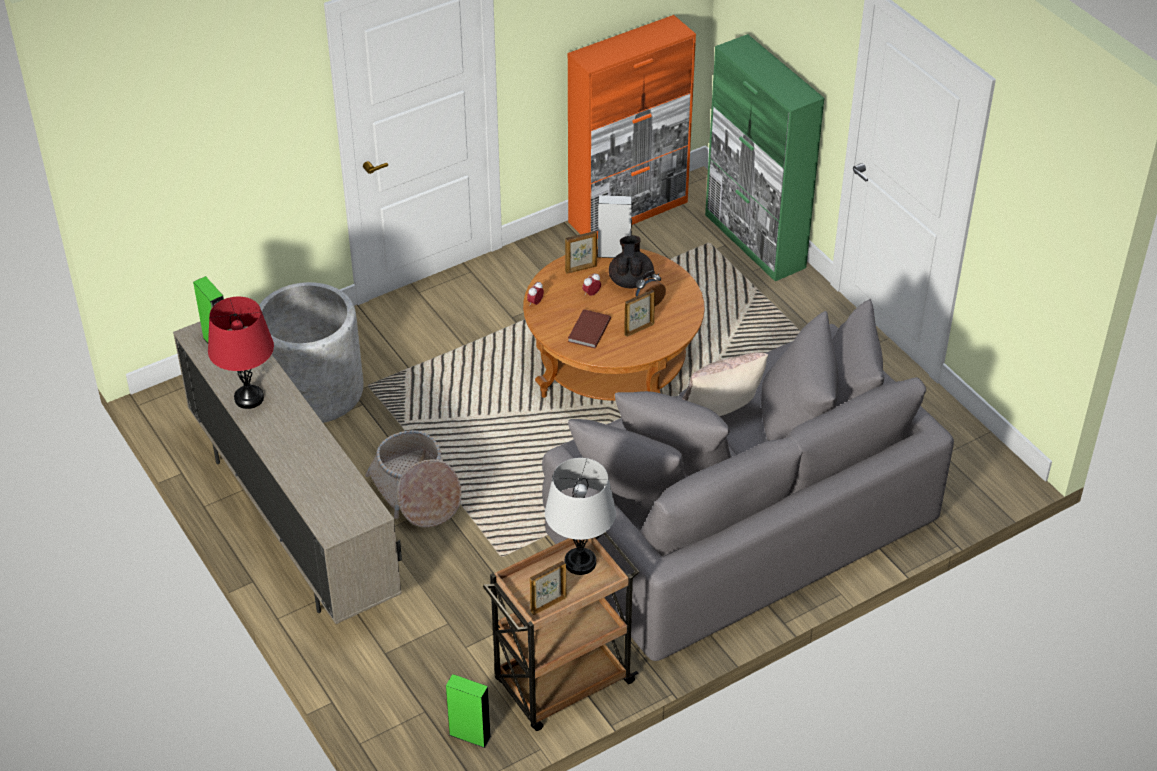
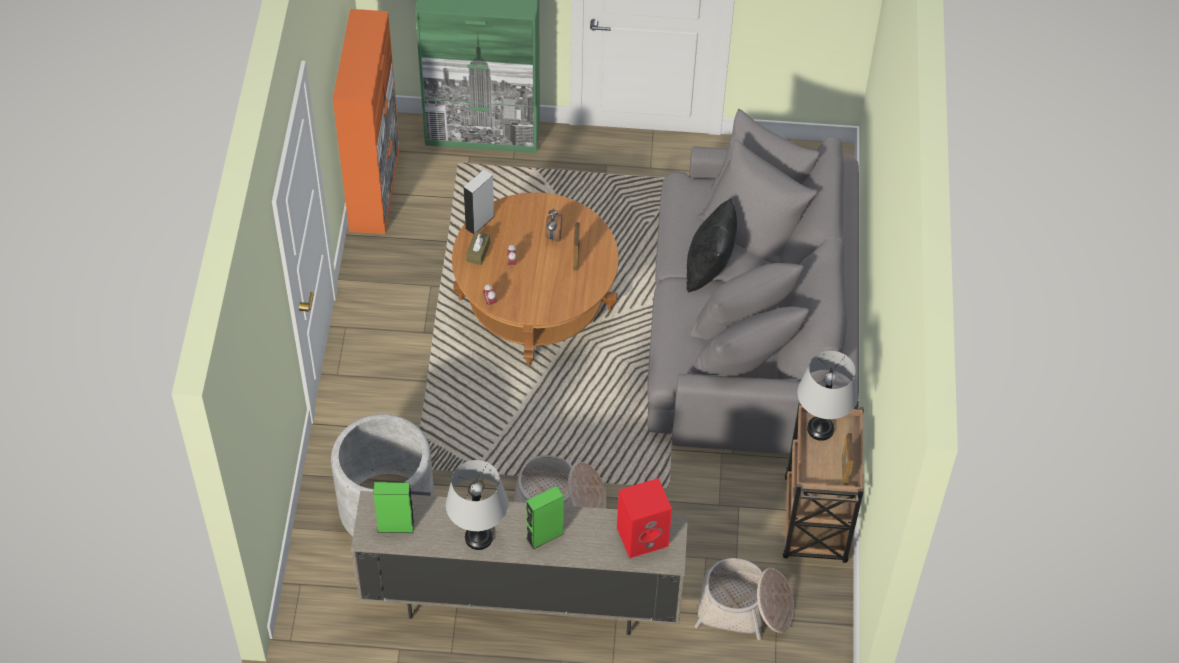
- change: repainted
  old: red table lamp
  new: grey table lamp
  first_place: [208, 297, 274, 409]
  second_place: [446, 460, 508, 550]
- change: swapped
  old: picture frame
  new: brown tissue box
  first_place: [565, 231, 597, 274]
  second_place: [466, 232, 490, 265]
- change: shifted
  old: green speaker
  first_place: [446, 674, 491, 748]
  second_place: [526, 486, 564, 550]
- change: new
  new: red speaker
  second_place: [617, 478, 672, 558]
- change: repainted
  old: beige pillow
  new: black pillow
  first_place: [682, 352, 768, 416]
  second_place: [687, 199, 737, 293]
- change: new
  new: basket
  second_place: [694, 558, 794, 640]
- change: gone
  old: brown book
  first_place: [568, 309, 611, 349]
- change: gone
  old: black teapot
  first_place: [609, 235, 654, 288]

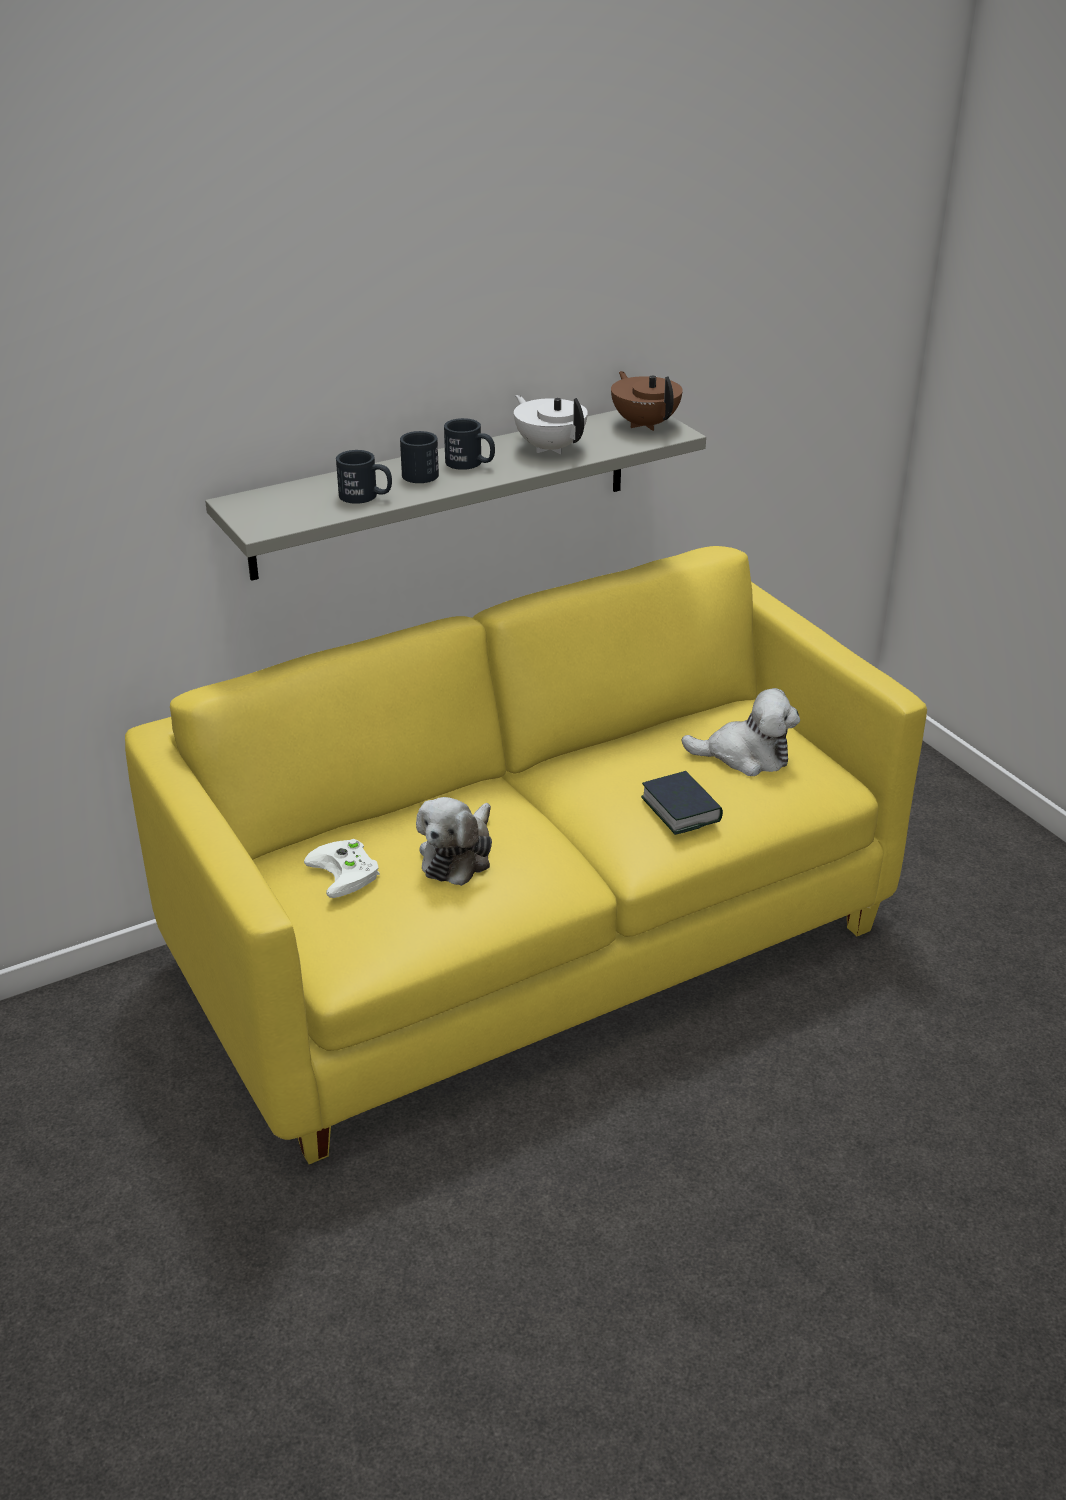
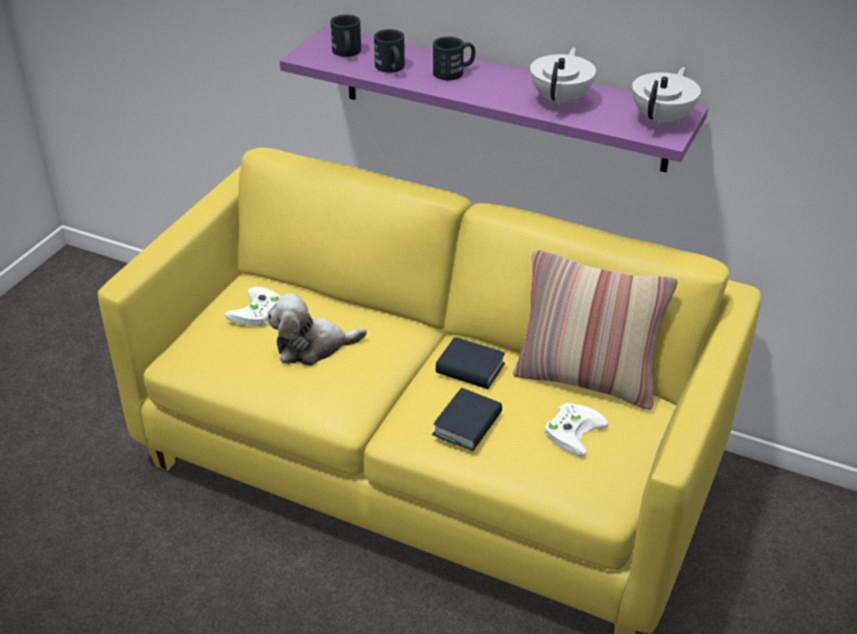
- change: repainted
  old: grey shelf
  new: purple shelf
  first_place: [205, 410, 706, 581]
  second_place: [280, 27, 708, 172]
- change: shifted
  old: black mug
  first_place: [444, 418, 495, 470]
  second_place: [330, 14, 361, 57]
- change: new
  new: book
  second_place: [435, 337, 505, 389]
- change: new
  new: pillow
  second_place: [513, 249, 678, 410]
- change: swapped
  old: plush toy
  new: white game controller
  first_place: [681, 688, 800, 776]
  second_place: [544, 403, 608, 457]
- change: repainted
  old: brown teapot
  new: white teapot
  first_place: [611, 371, 683, 431]
  second_place: [632, 67, 701, 127]

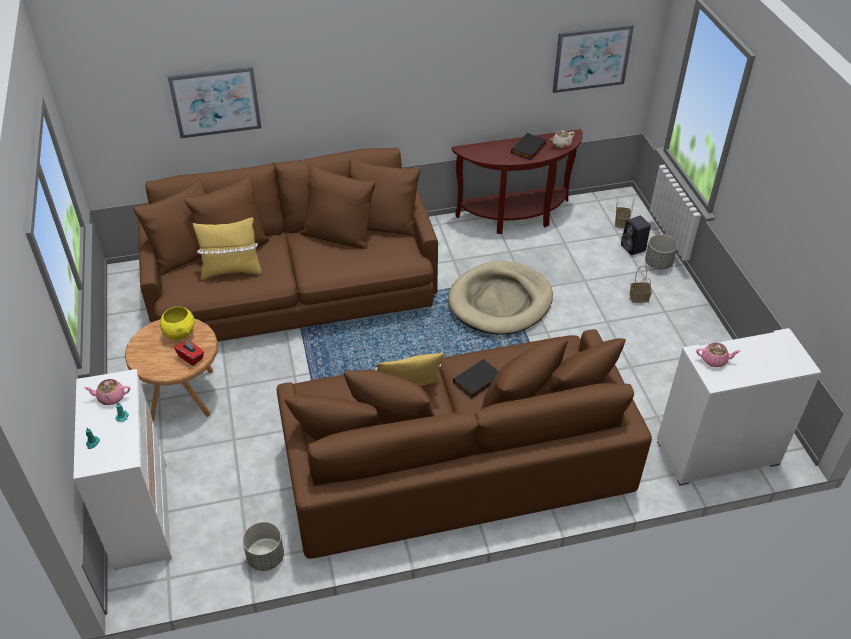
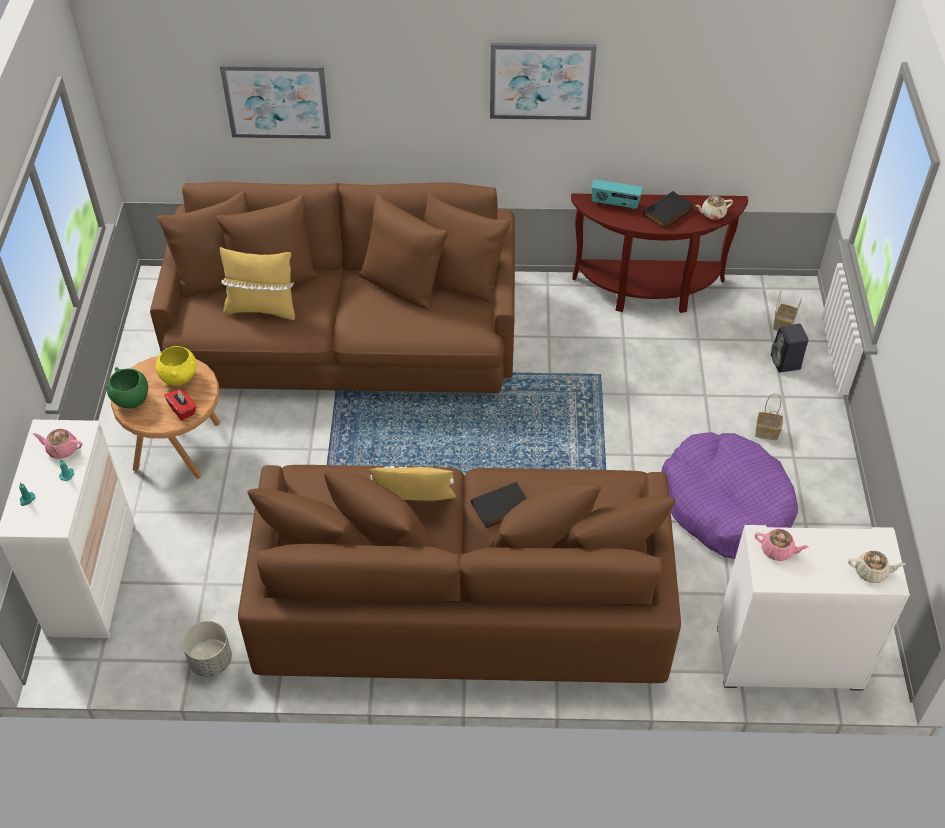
- change: new
  new: green bowl
  second_place: [105, 367, 148, 408]
- change: shifted
  old: picture
  first_place: [552, 24, 634, 93]
  second_place: [490, 43, 597, 120]
- change: new
  new: radio
  second_place: [591, 179, 643, 210]
- change: new
  new: purple dog bed
  second_place: [662, 432, 798, 559]
- change: new
  new: beige teapot
  second_place: [848, 550, 905, 583]
- change: gone
  old: beige dog bed
  first_place: [448, 261, 553, 335]
- change: gone
  old: grey planter
  first_place: [645, 234, 678, 270]

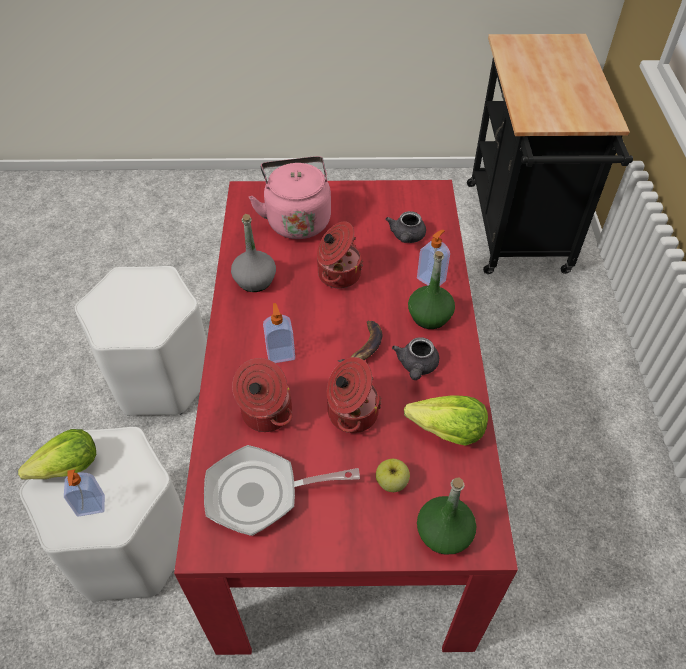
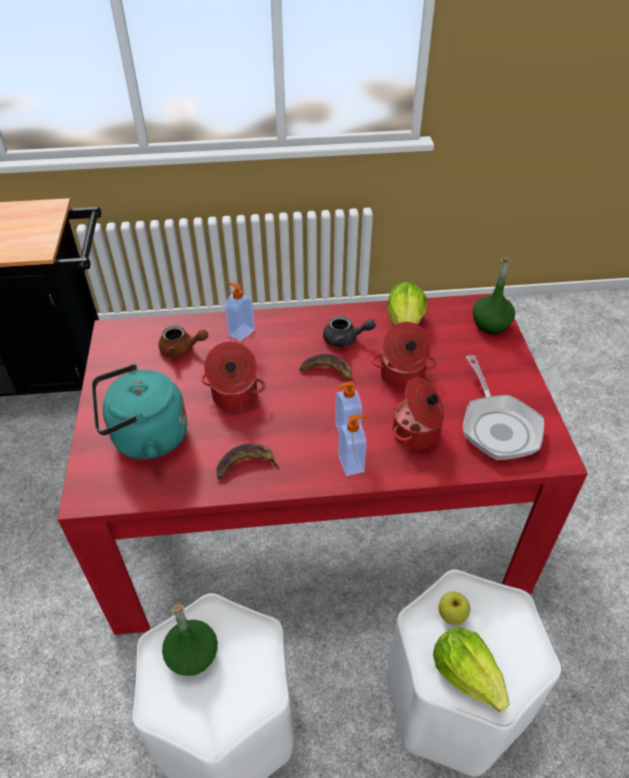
- change: repainted
  old: pink kettle
  new: turquoise kettle
  first_place: [249, 156, 331, 239]
  second_place: [92, 364, 187, 460]
- change: repainted
  old: grey teapot
  new: brown teapot
  first_place: [386, 211, 426, 243]
  second_place: [159, 326, 208, 358]
- change: shifted
  old: green bottle
  first_place: [408, 251, 455, 329]
  second_place: [162, 604, 218, 676]
- change: swapped
  old: grey bottle
  new: banana
  first_place: [231, 214, 276, 292]
  second_place: [216, 443, 280, 479]
- change: shifted
  old: soap dispenser
  first_place: [64, 470, 105, 516]
  second_place: [338, 414, 367, 476]
- change: shifted
  old: apple
  first_place: [376, 459, 410, 492]
  second_place: [438, 592, 470, 625]

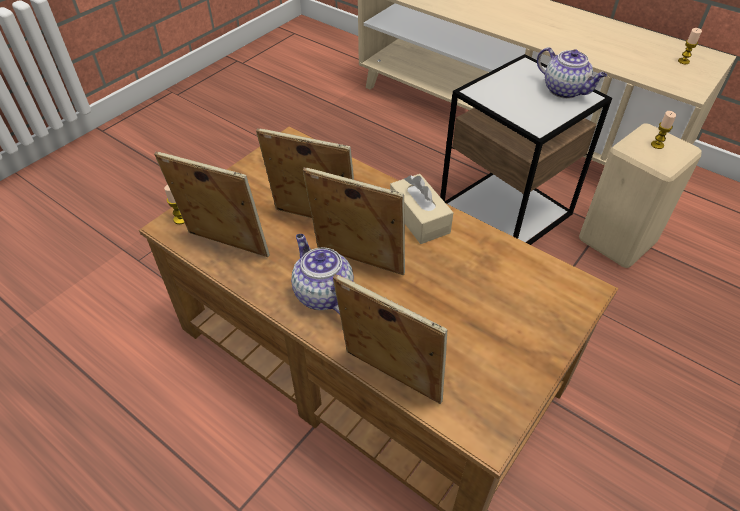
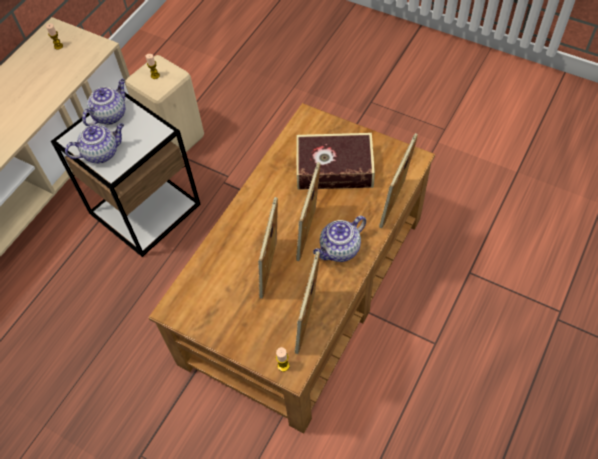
- change: new
  new: teapot
  second_place: [65, 123, 124, 163]
- change: new
  new: book
  second_place: [297, 133, 375, 190]
- change: gone
  old: beige tissue box
  first_place: [390, 174, 453, 244]

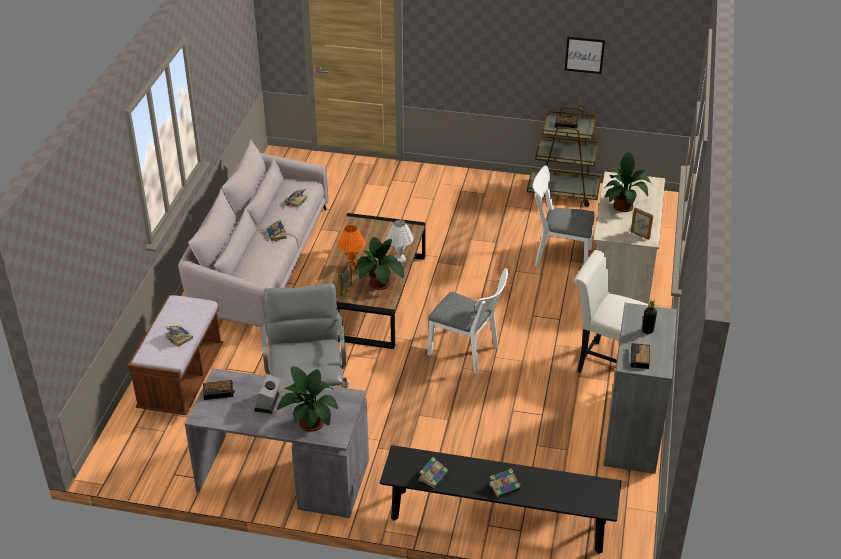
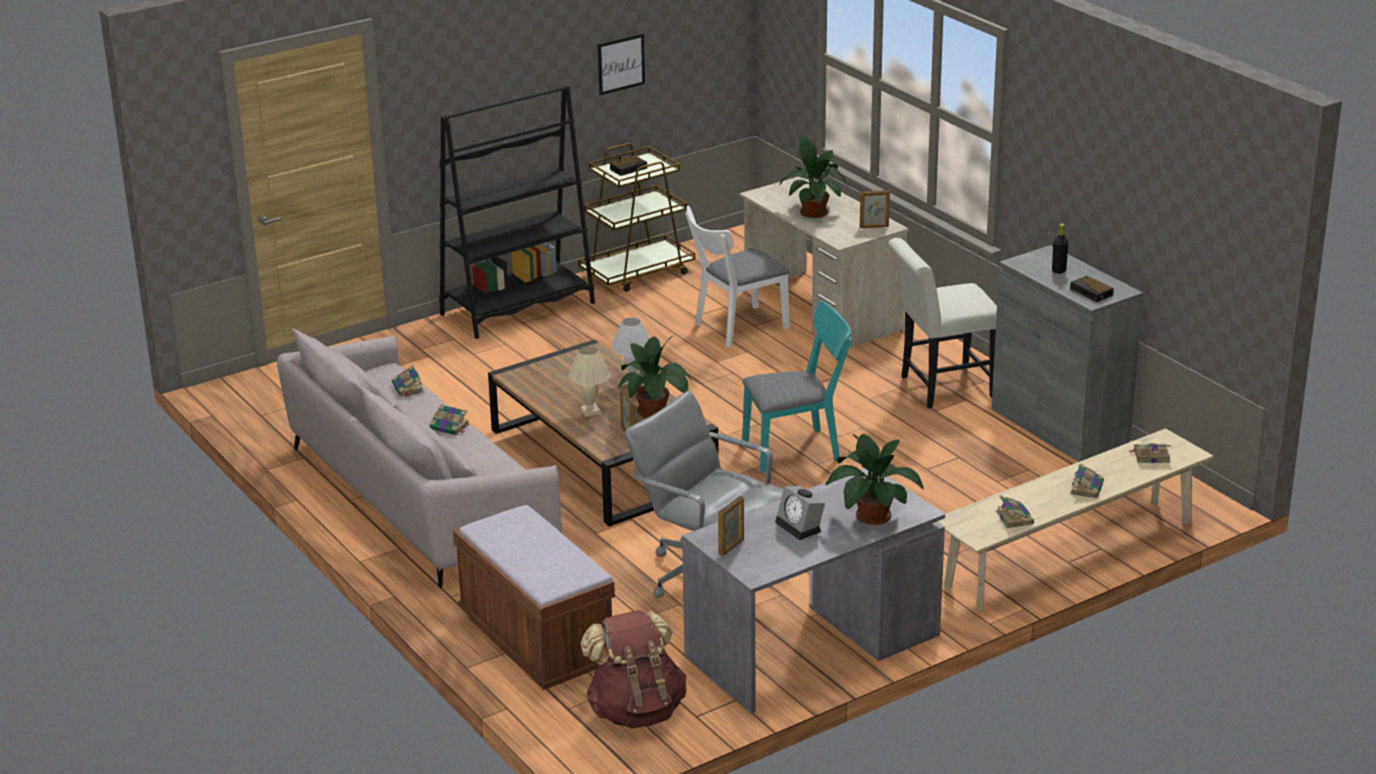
- change: new
  new: black bookcase
  second_place: [439, 86, 595, 339]
- change: repainted
  old: orange table lamp
  new: beige table lamp
  first_place: [338, 225, 365, 270]
  second_place: [568, 346, 611, 417]
- change: new
  new: brown backpack
  second_place: [581, 611, 687, 729]
- change: swapped
  old: alarm clock
  new: picture frame
  first_place: [203, 380, 235, 400]
  second_place: [718, 496, 744, 556]
- change: repainted
  old: white chair
  new: turquoise chair
  first_place: [427, 268, 509, 374]
  second_place: [742, 301, 852, 473]
- change: repainted
  old: black bench
  new: beige bench
  first_place: [380, 445, 621, 554]
  second_place: [937, 428, 1214, 611]
- change: shifted
  old: book
  first_place: [165, 325, 193, 347]
  second_place: [1129, 443, 1171, 463]

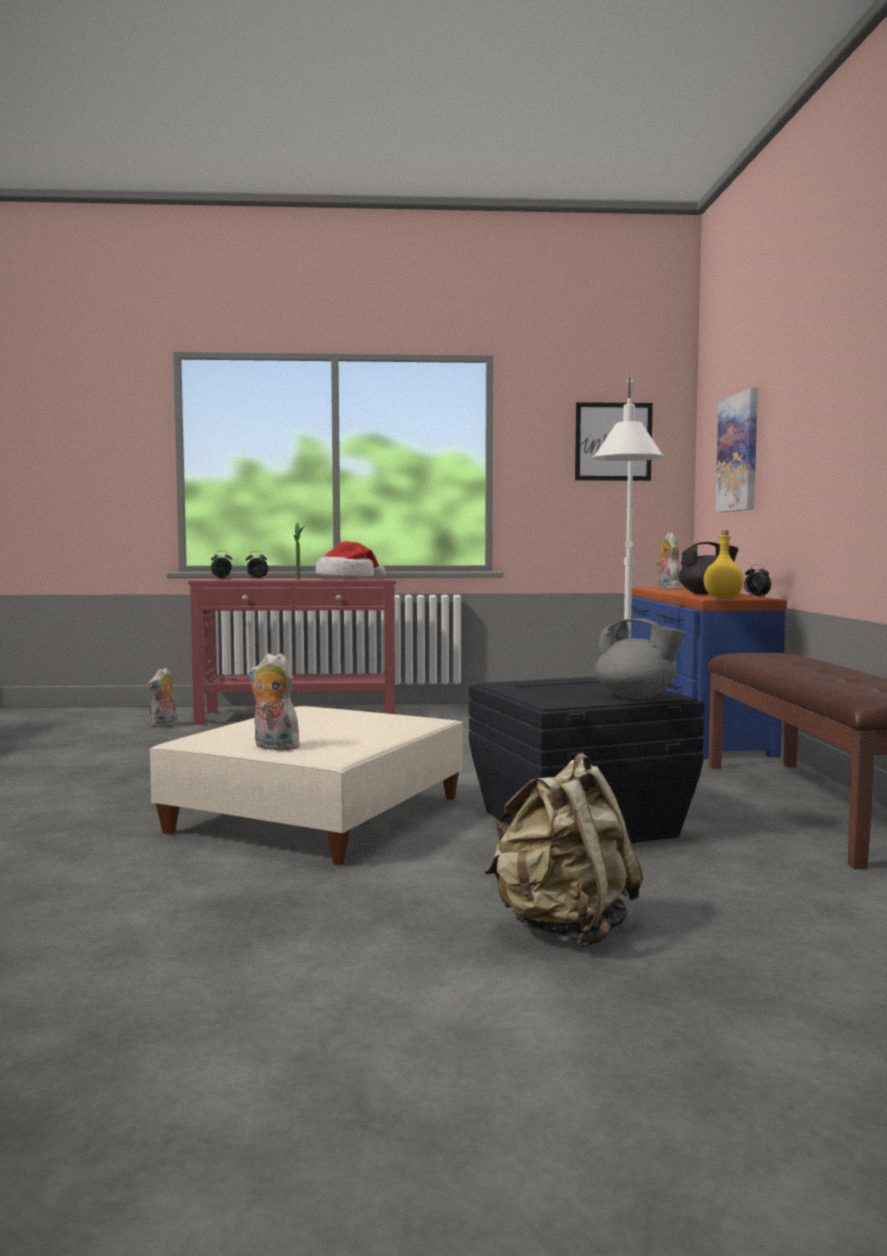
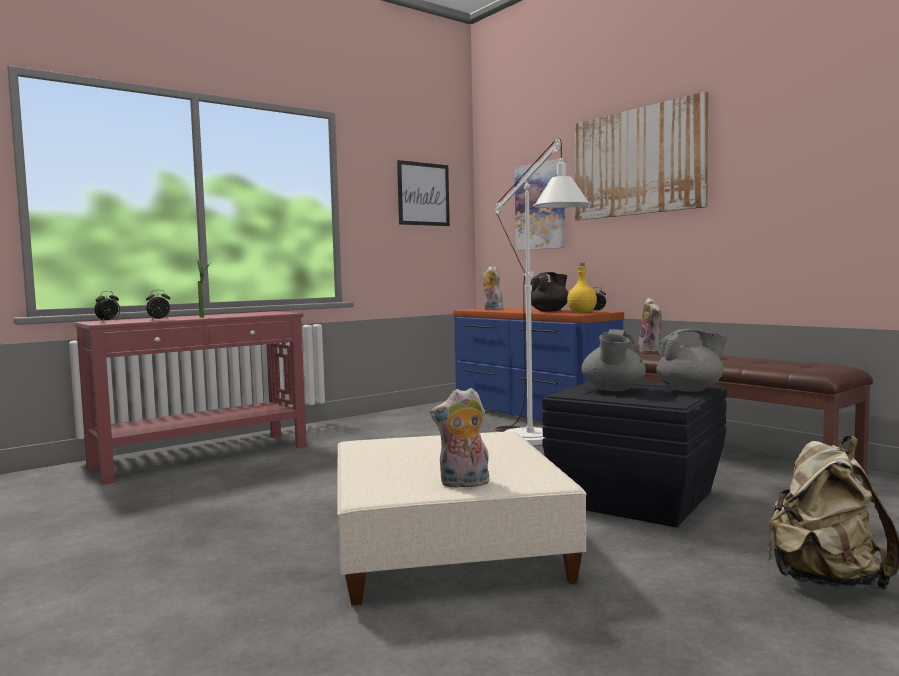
- change: new
  new: picture
  second_place: [574, 92, 708, 220]
- change: new
  new: grey teapot
  second_place: [581, 329, 646, 391]
- change: shifted
  old: plush toy
  first_place: [148, 668, 177, 728]
  second_place: [639, 298, 663, 353]
- change: gone
  old: hat
  first_place: [316, 541, 386, 578]

